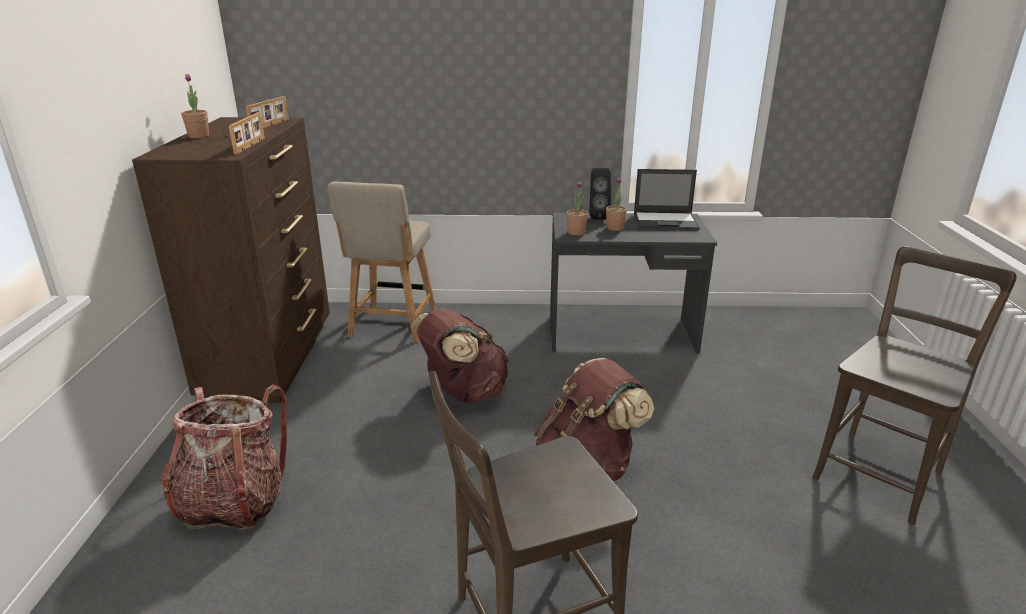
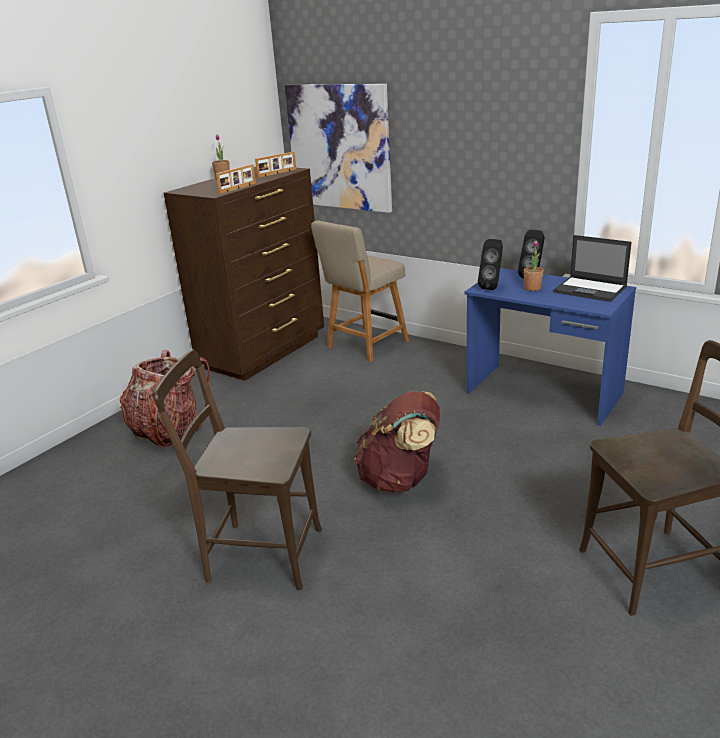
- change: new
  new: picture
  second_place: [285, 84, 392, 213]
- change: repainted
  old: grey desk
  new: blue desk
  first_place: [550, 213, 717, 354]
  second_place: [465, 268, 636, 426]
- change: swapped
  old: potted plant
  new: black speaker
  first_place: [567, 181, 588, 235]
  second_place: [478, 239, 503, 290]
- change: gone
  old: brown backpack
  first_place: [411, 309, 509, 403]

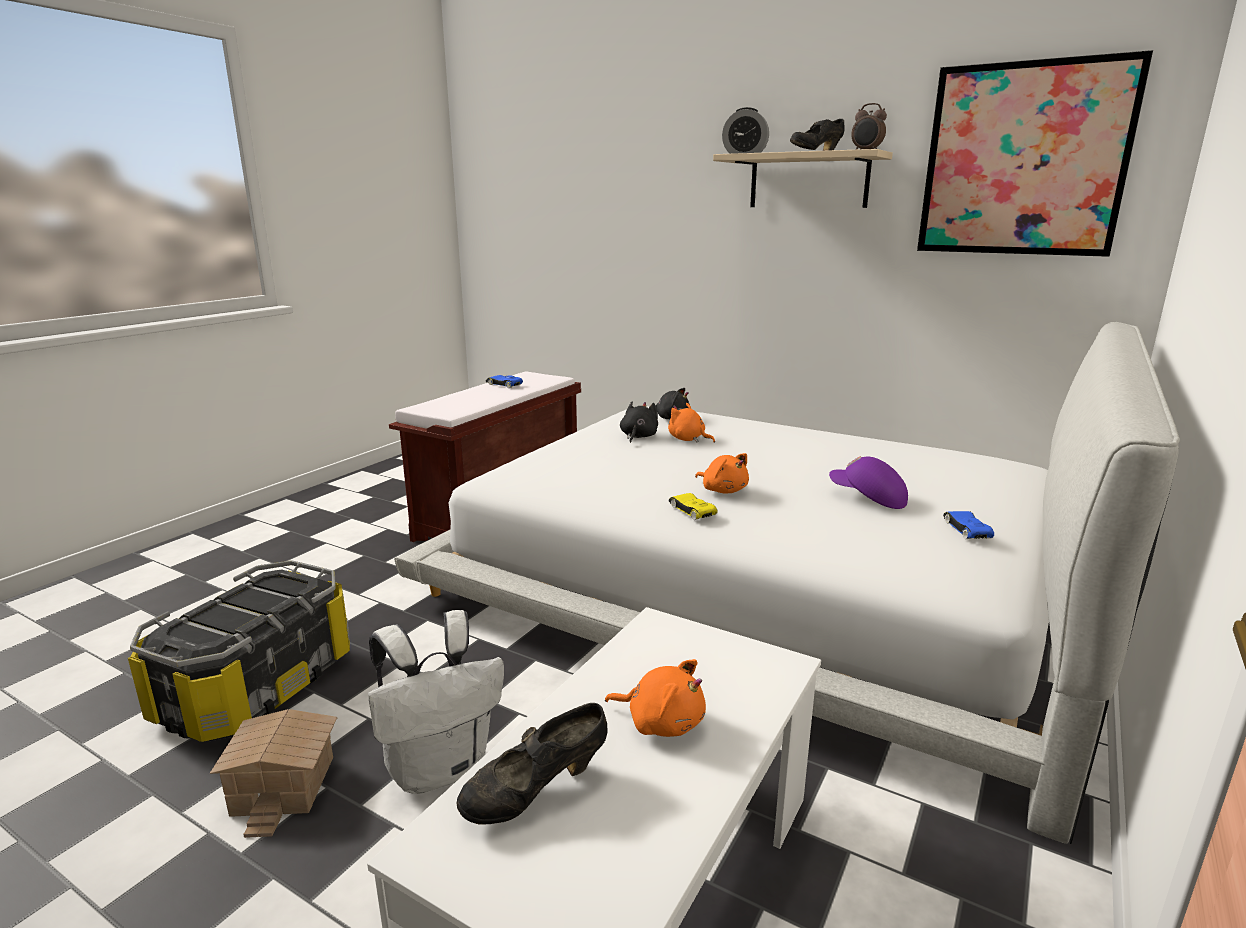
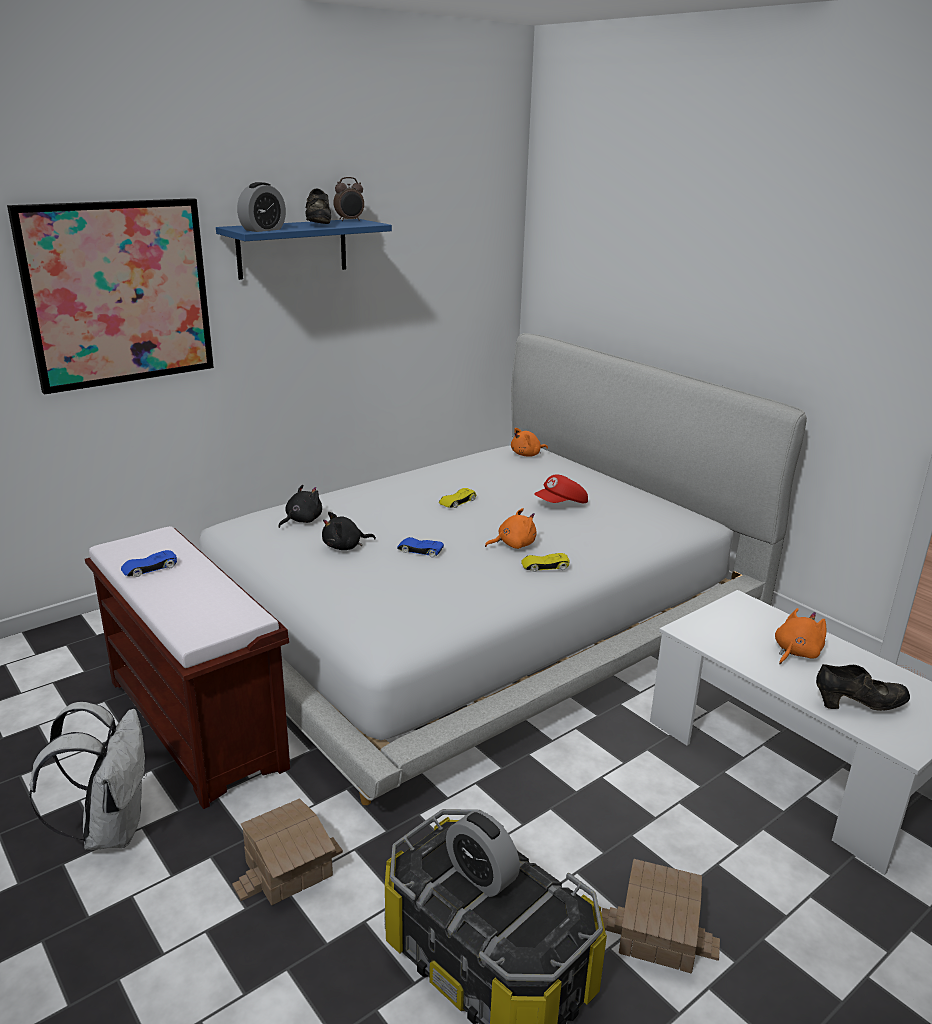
- change: shifted
  old: picture
  first_place: [917, 50, 1153, 257]
  second_place: [7, 198, 214, 395]
- change: shifted
  old: white backpack
  first_place: [368, 610, 504, 794]
  second_place: [29, 702, 147, 850]
- change: repainted
  old: beige shelf
  new: blue shelf
  first_place: [713, 149, 893, 208]
  second_place: [216, 219, 392, 280]
- change: new
  new: toy house
  second_place: [232, 798, 343, 905]
- change: rotated
  old: black plush toy
  first_place: [620, 401, 658, 443]
  second_place: [322, 512, 376, 550]
  degrees: -60
- change: shifted
  old: blue toy car
  first_place: [943, 511, 994, 539]
  second_place: [397, 537, 444, 557]
- change: new
  new: yellow toy car
  second_place: [439, 488, 476, 508]
- change: new
  new: alarm clock
  second_place: [446, 811, 520, 897]
- change: shifted
  old: orange plush toy
  first_place: [668, 403, 715, 443]
  second_place: [511, 428, 548, 457]
- change: repainted
  old: purple cap
  new: red cap
  first_place: [829, 456, 908, 509]
  second_place: [534, 475, 588, 503]
- change: rotated
  old: black shoe
  first_place: [457, 703, 607, 825]
  second_place: [816, 664, 910, 711]
  degrees: -75

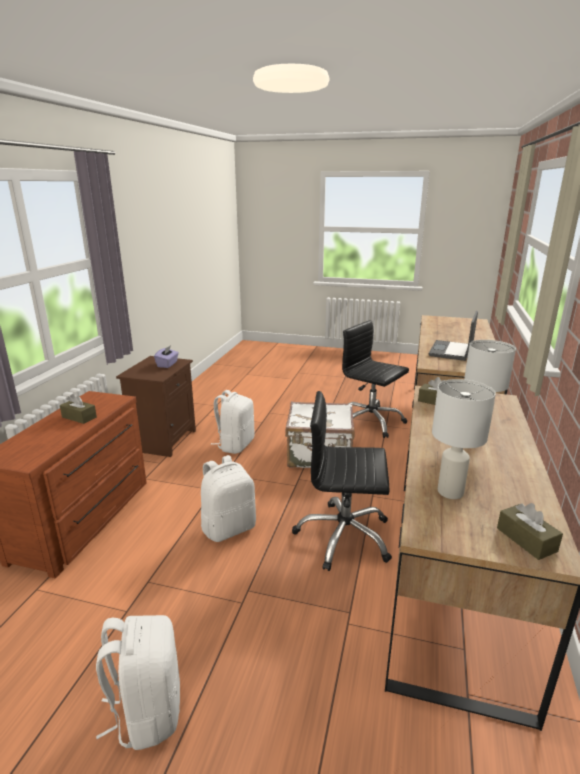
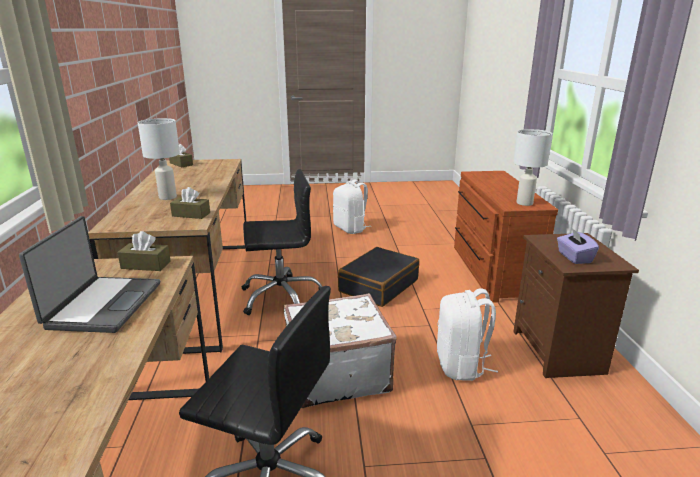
- change: shifted
  old: brown tissue box
  first_place: [60, 393, 97, 424]
  second_place: [117, 231, 171, 271]
- change: swapped
  old: white backpack
  new: black suitcase
  first_place: [201, 455, 256, 542]
  second_place: [338, 247, 419, 307]
- change: shifted
  old: white table lamp
  first_place: [432, 379, 496, 499]
  second_place: [513, 129, 553, 206]

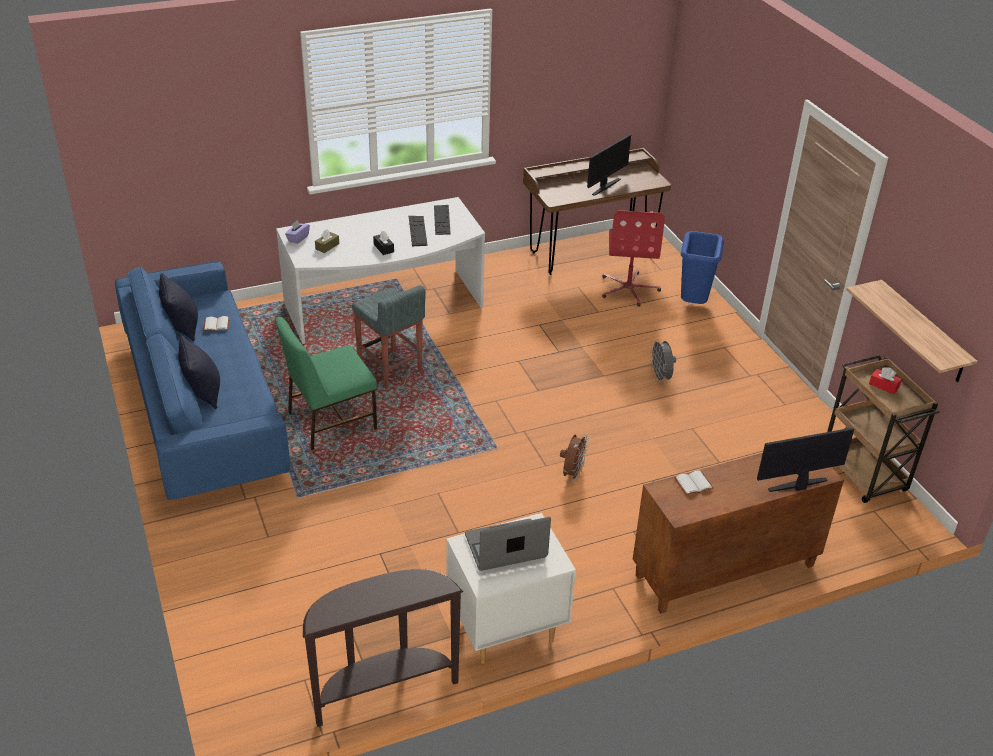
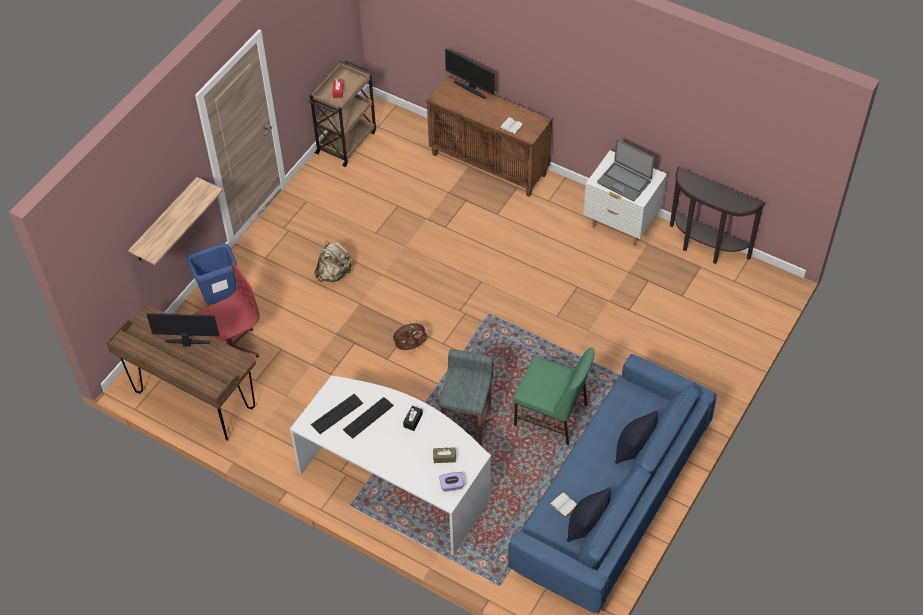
- change: shifted
  old: shelf
  first_place: [846, 280, 978, 382]
  second_place: [128, 177, 223, 265]
- change: swapped
  old: grey fan
  new: beige backpack
  first_place: [649, 339, 676, 383]
  second_place: [314, 241, 353, 282]
- change: shifted
  old: brown fan
  first_place: [560, 434, 589, 481]
  second_place: [390, 321, 427, 350]

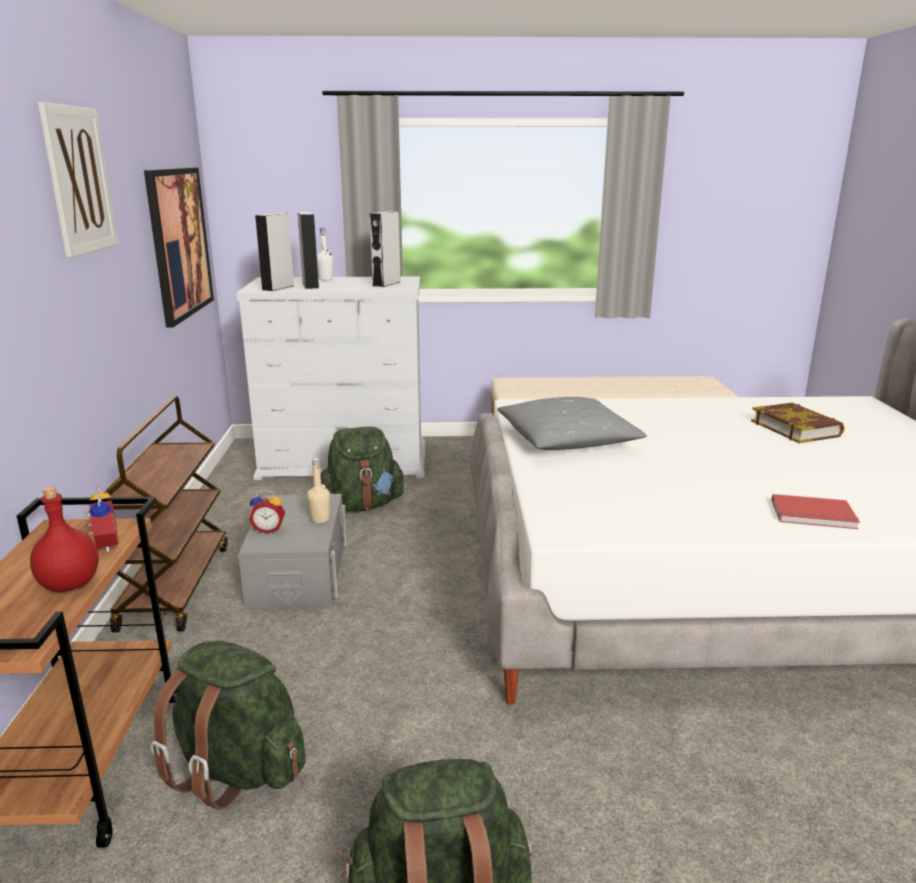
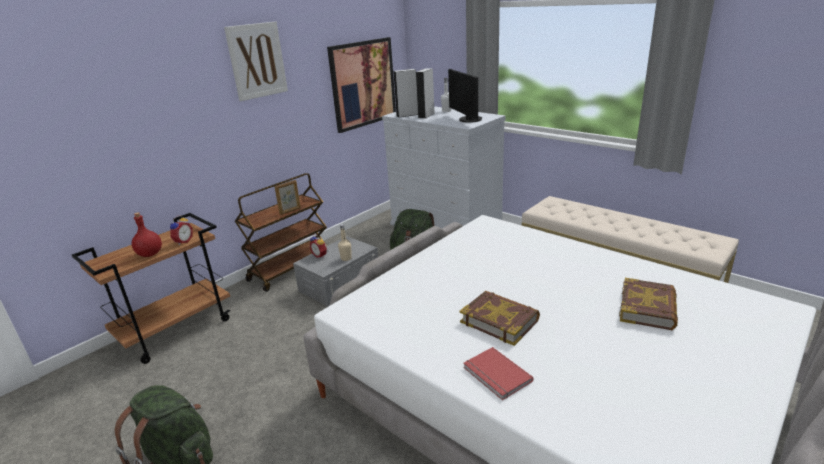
- change: new
  new: picture frame
  second_place: [274, 180, 301, 215]
- change: swapped
  old: grey speaker
  new: monitor
  first_place: [370, 211, 401, 287]
  second_place: [448, 69, 482, 123]
- change: new
  new: book
  second_place: [459, 291, 540, 346]
- change: gone
  old: green backpack
  first_place: [150, 641, 306, 810]
- change: gone
  old: grey pillow
  first_place: [497, 397, 647, 450]

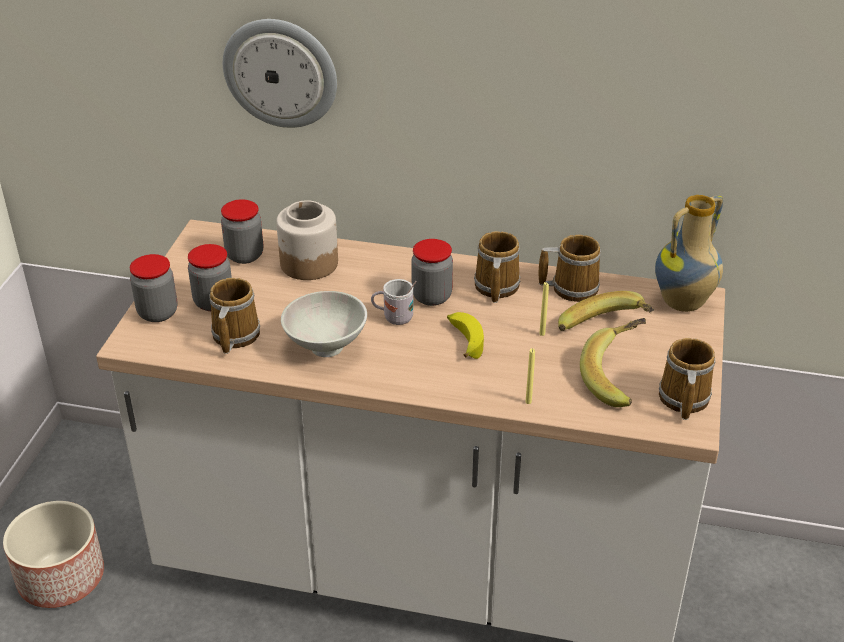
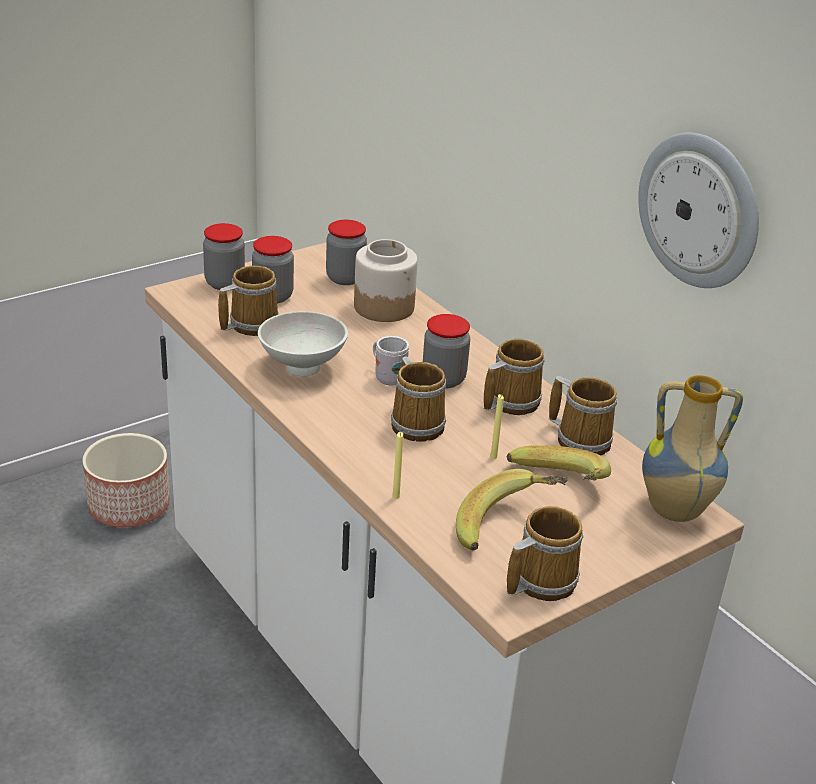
- change: swapped
  old: banana
  new: mug
  first_place: [447, 312, 484, 359]
  second_place: [391, 357, 446, 442]
- change: shifted
  old: wall clock
  first_place: [223, 19, 337, 128]
  second_place: [638, 132, 759, 288]

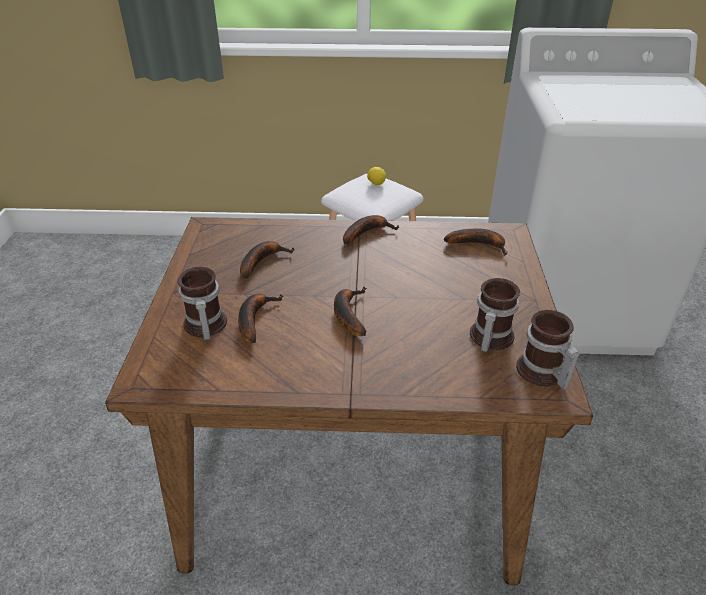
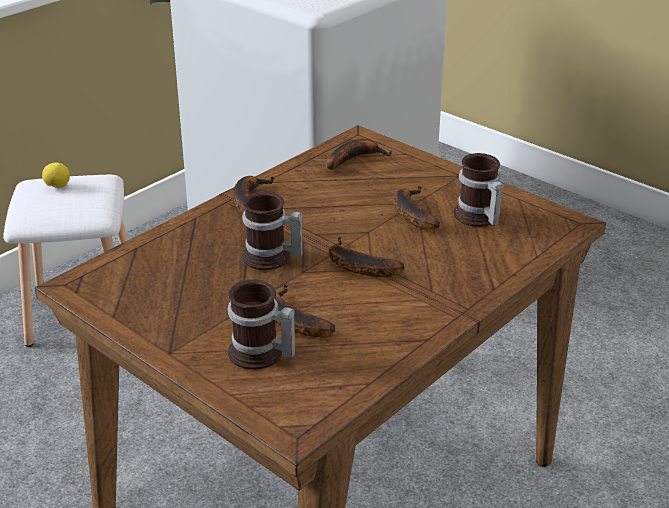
- change: shifted
  old: mug
  first_place: [516, 310, 580, 389]
  second_place: [242, 192, 303, 270]
- change: shifted
  old: banana
  first_place: [240, 241, 294, 279]
  second_place: [394, 186, 440, 230]

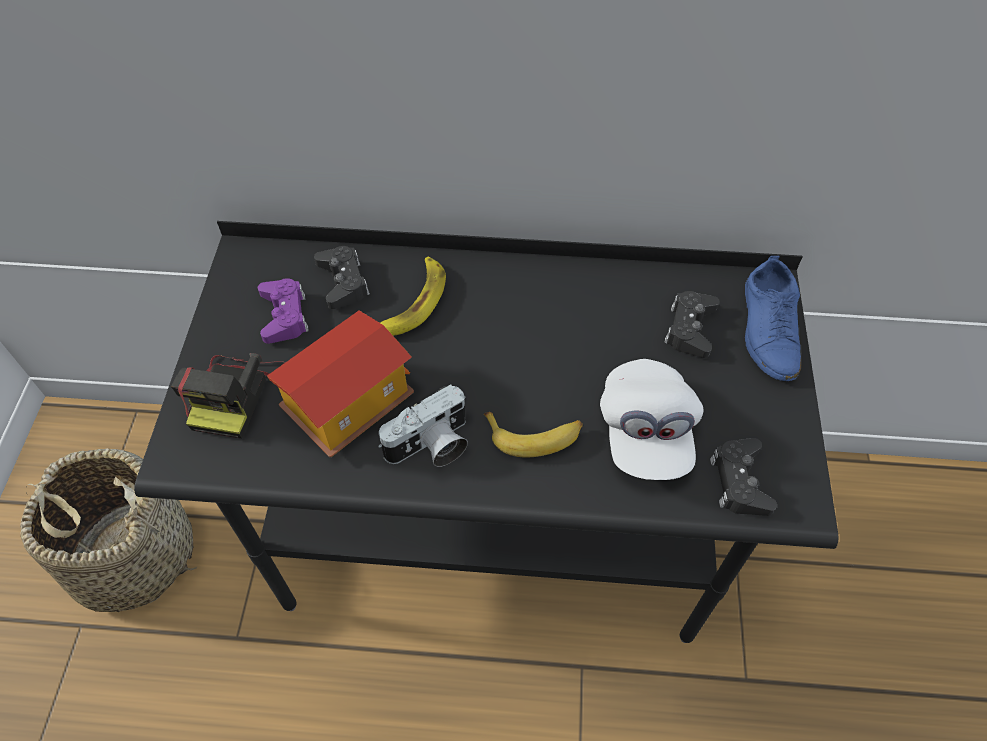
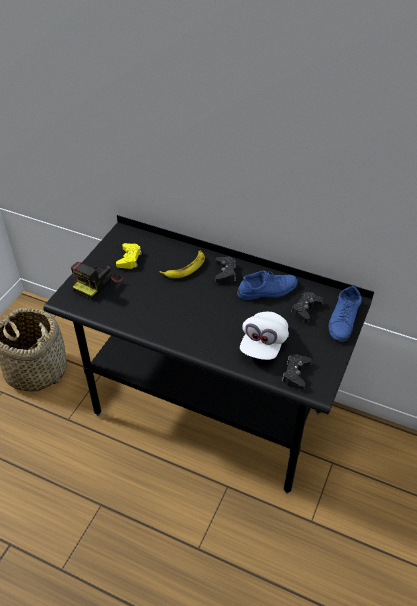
- change: repainted
  old: purple game controller
  new: yellow game controller
  first_place: [258, 278, 309, 344]
  second_place: [116, 243, 142, 269]
- change: shifted
  old: black game controller
  first_place: [314, 246, 370, 309]
  second_place: [215, 257, 236, 283]
- change: new
  new: blue shoe
  second_place: [237, 270, 298, 300]
- change: gone
  old: toy house
  first_place: [267, 310, 414, 457]
- change: gone
  old: photo camera
  first_place: [378, 384, 468, 467]
- change: gone
  old: banana
  first_place: [484, 412, 583, 457]

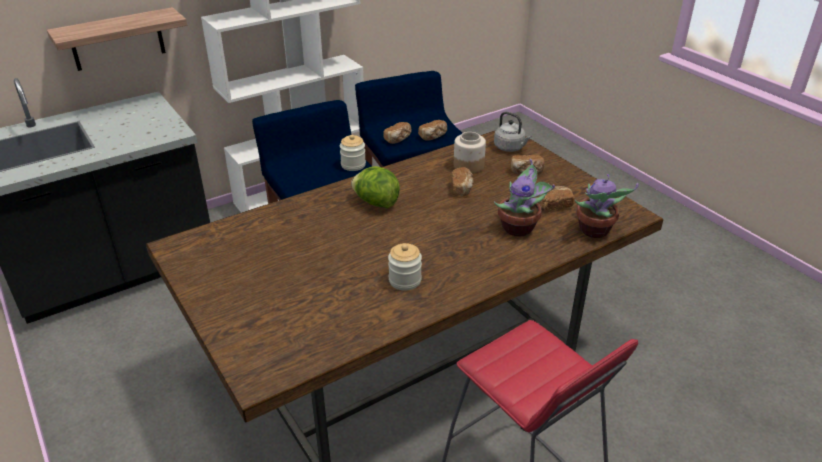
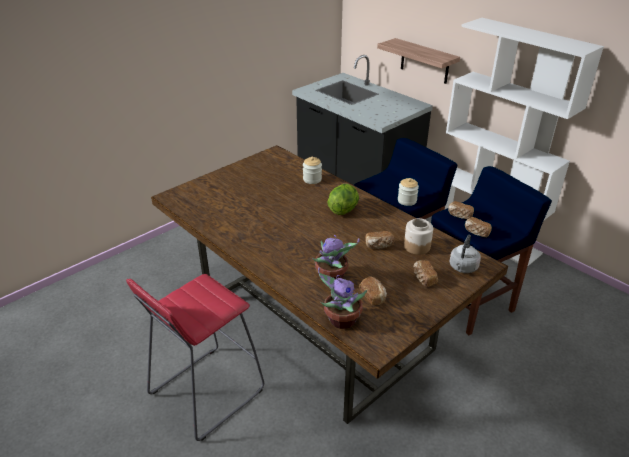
- change: shifted
  old: jar
  first_place: [388, 243, 422, 290]
  second_place: [303, 157, 322, 184]

